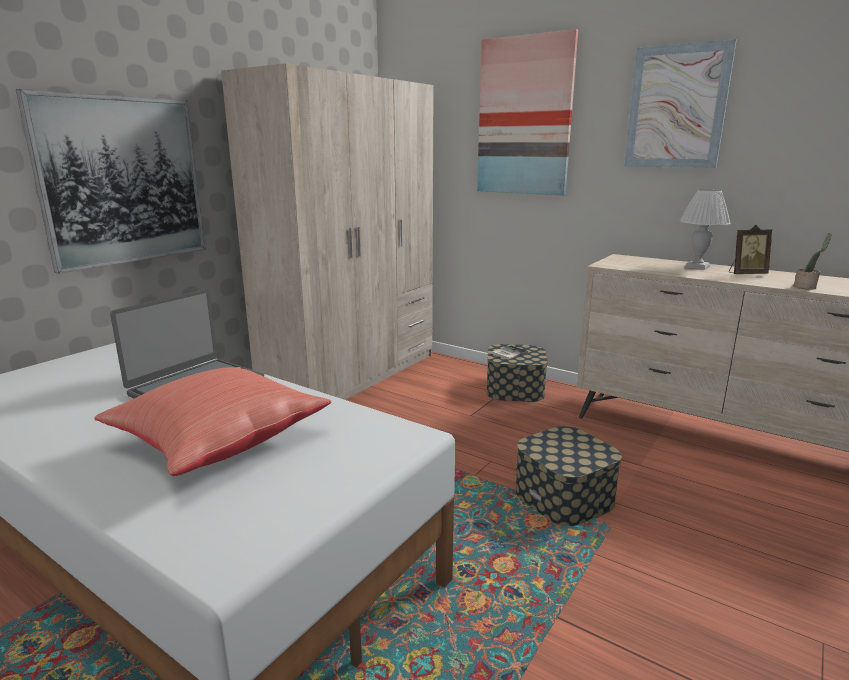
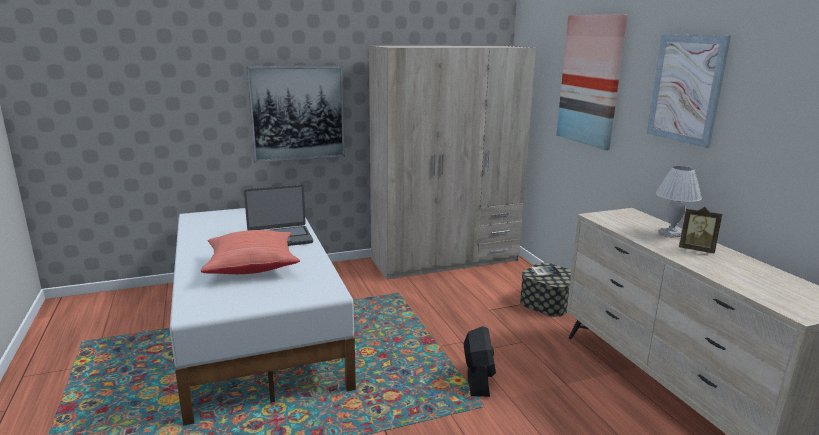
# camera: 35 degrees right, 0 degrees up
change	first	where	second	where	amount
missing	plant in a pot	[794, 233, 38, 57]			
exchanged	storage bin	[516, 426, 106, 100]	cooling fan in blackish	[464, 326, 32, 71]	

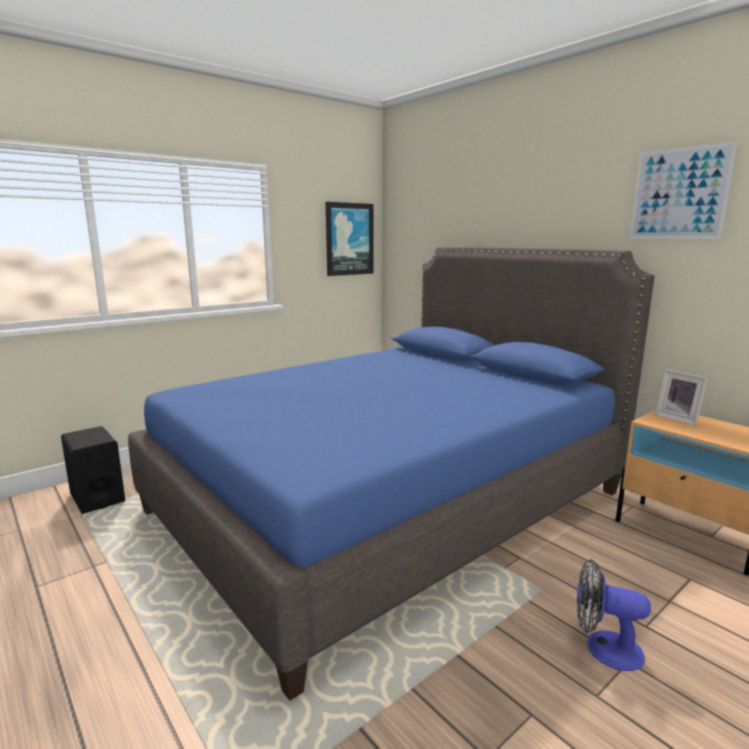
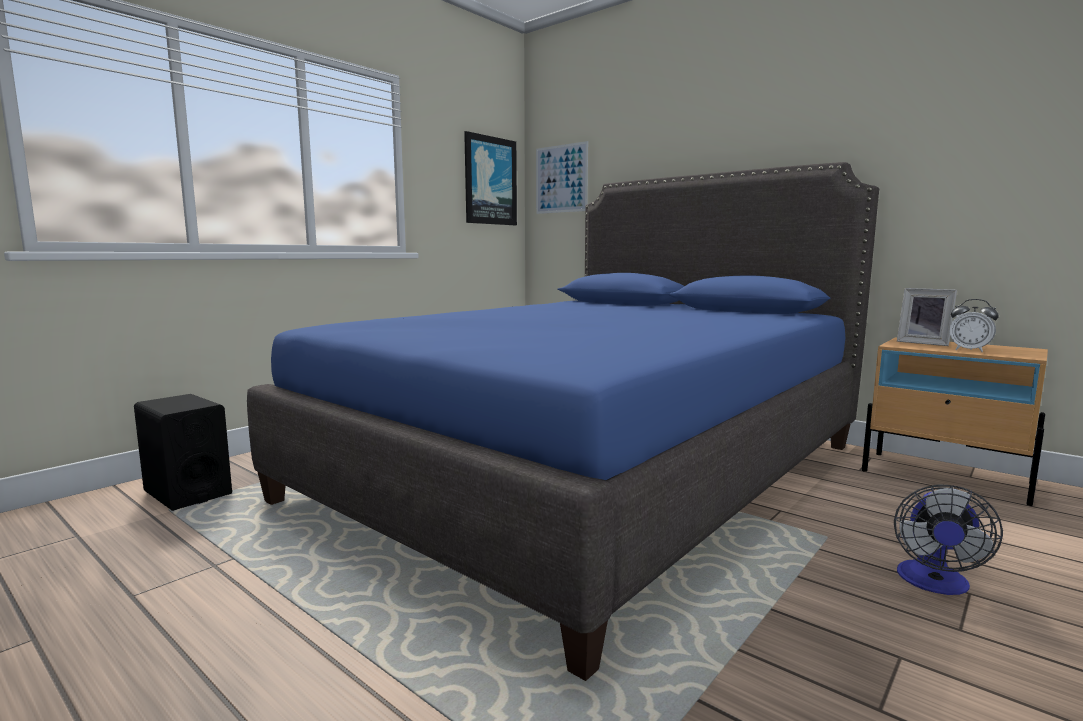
# camera: 10 degrees left, 5 degrees down
change	first	where	second	where	amount
relocated	wall art	[629, 141, 108, 98]		[536, 141, 52, 73]	
spun	cooling fan	[577, 559, 74, 112]		[894, 484, 109, 111]	75 degrees counterclockwise
appeared			bedside clock	[949, 299, 50, 53]	

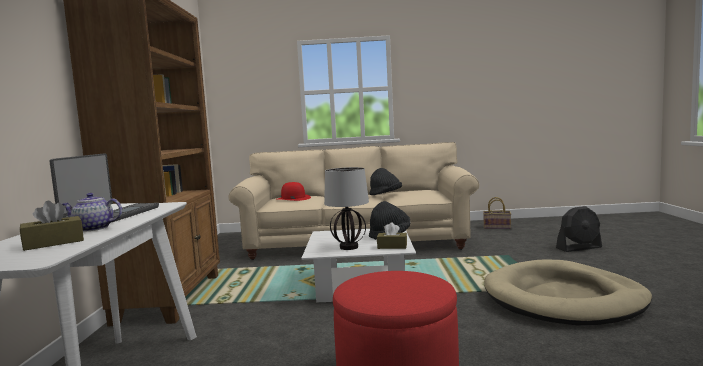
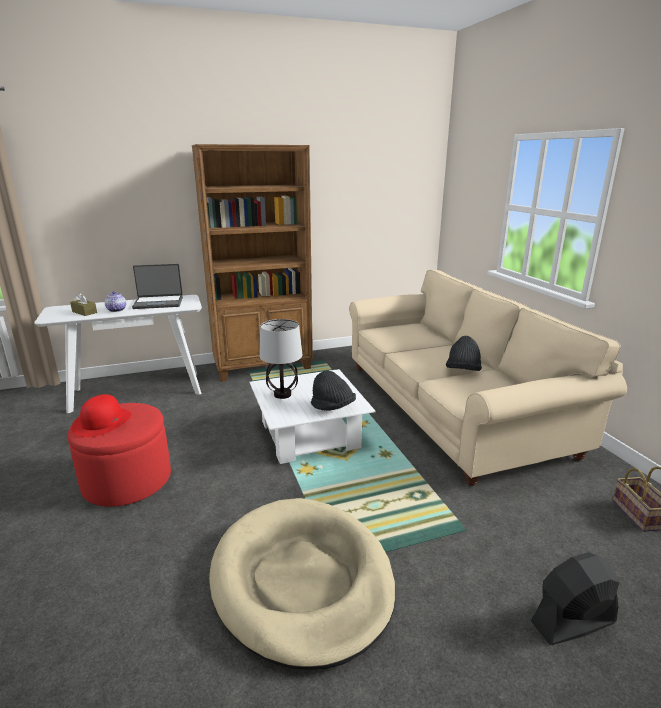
# camera: 70 degrees right, 15 degrees up
change	first	where	second	where	amount
relocated	hat in red	[278, 182, 33, 19]		[72, 394, 60, 43]	
spun	cooling fan in blackish	[556, 206, 46, 46]		[531, 552, 89, 93]	105 degrees clockwise
missing	box of tissues in brown-coloured	[377, 222, 30, 27]			

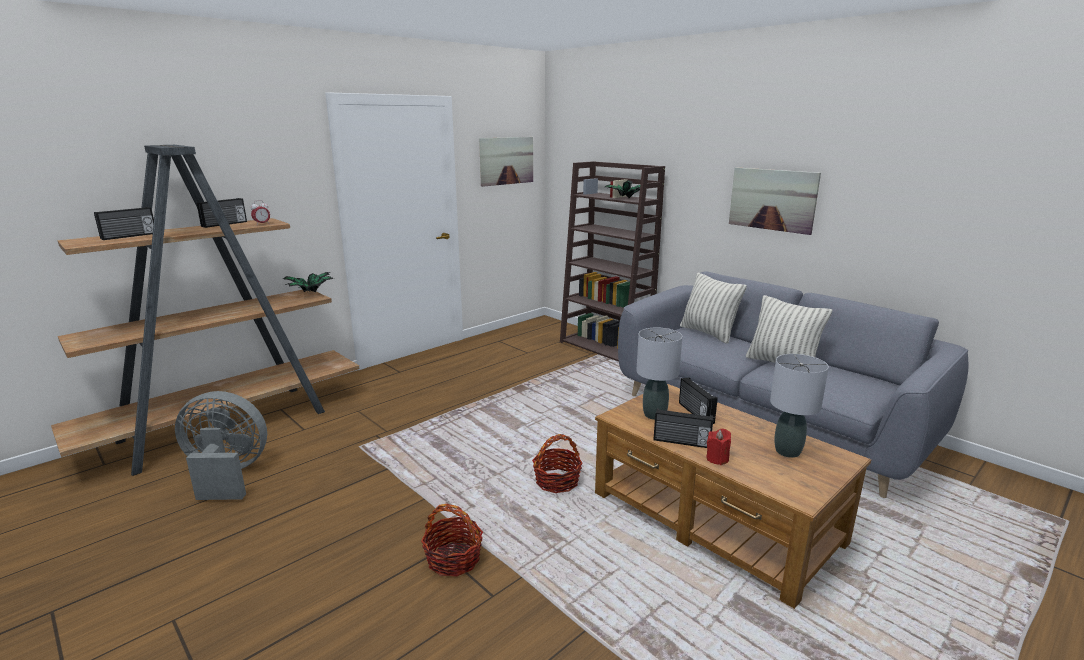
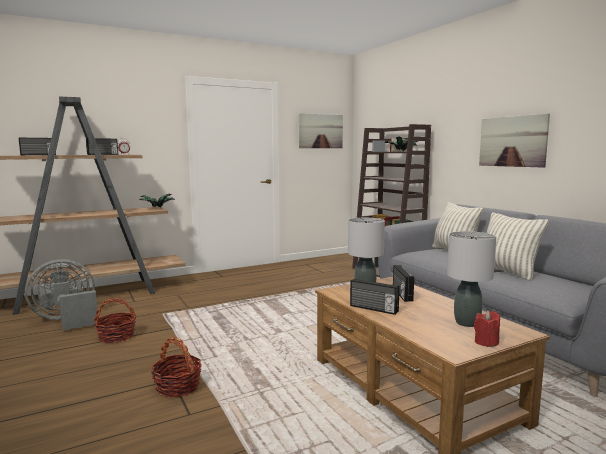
# camera: 15 degrees right, 10 degrees down
change	first	where	second	where	amount
spun	cooling fan in grey	[175, 391, 92, 109]		[25, 259, 72, 71]	45 degrees counterclockwise
relocated	wax candle in red	[706, 429, 25, 36]		[474, 311, 26, 36]	
relocated	basket	[532, 434, 51, 59]		[93, 298, 43, 45]	

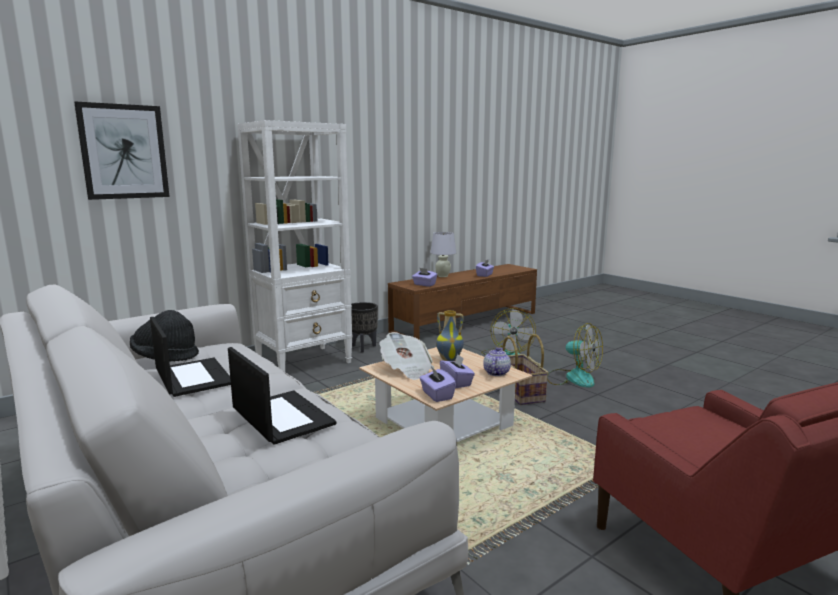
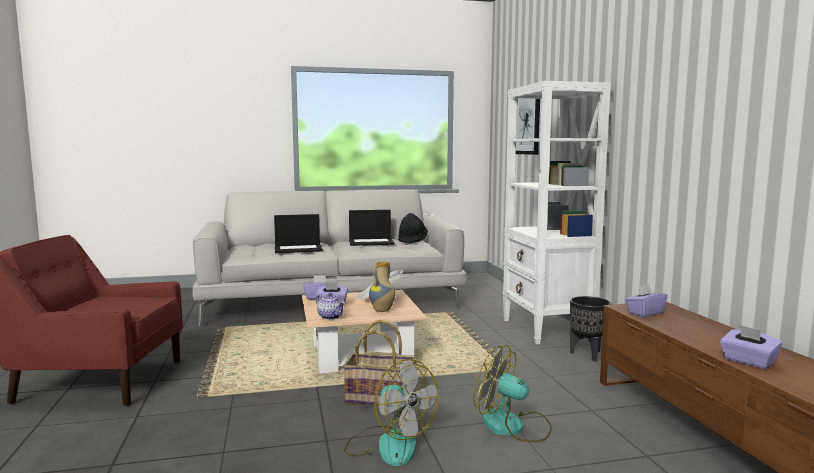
# camera: 115 degrees right, 5 degrees down
change	first	where	second	where	amount
missing	table lamp in whitish	[430, 232, 26, 45]			
spun	cooling fan	[547, 323, 56, 65]		[344, 359, 95, 107]	105 degrees counterclockwise

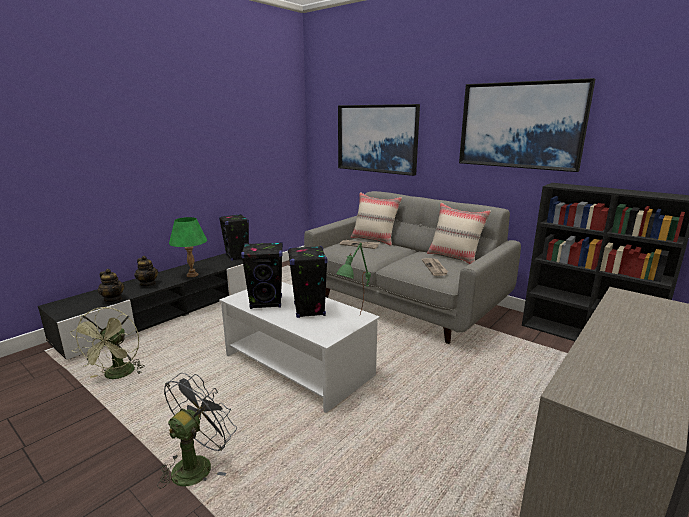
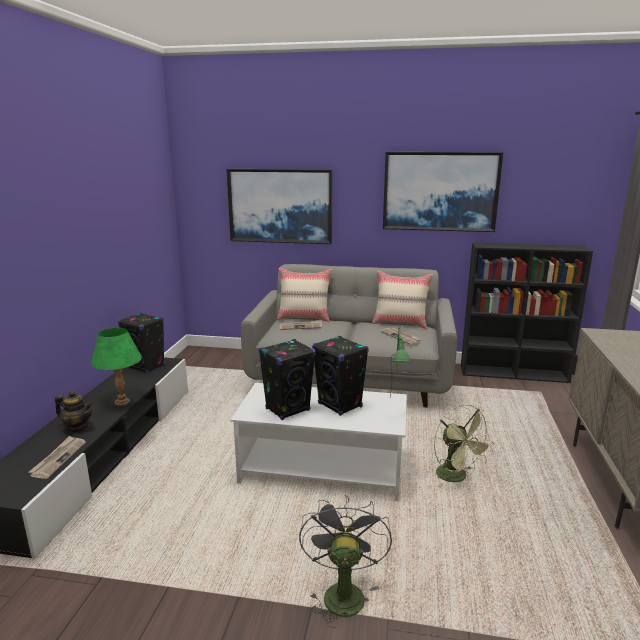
# camera: 30 degrees left, 0 degrees up
change	first	where	second	where	amount
exchanged	pot for tea	[98, 269, 26, 33]	daily paper	[28, 436, 58, 43]	
relocated	cooling fan in green	[70, 307, 75, 72]		[434, 404, 60, 84]	

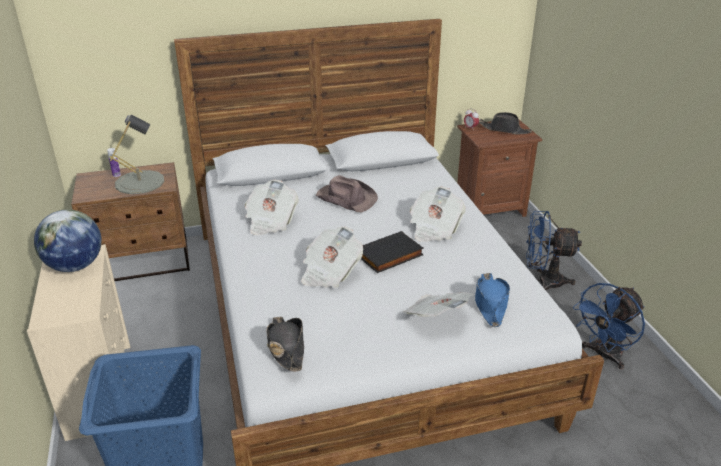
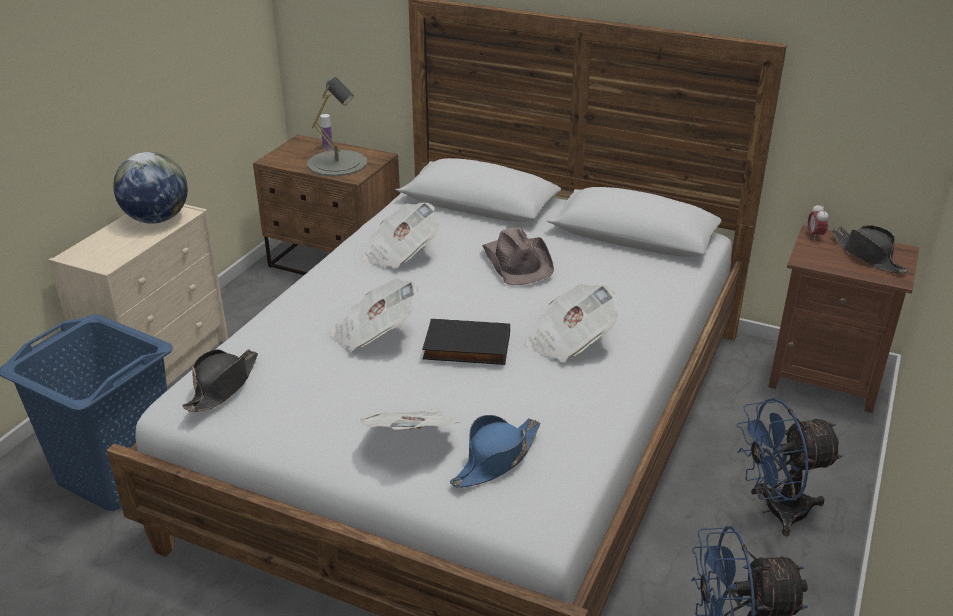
# camera: 40 degrees right, 0 degrees up
change	first	where	second	where	amount
spun	cooling fan in blue-coloured	[526, 211, 56, 79]		[736, 398, 107, 139]	60 degrees counterclockwise

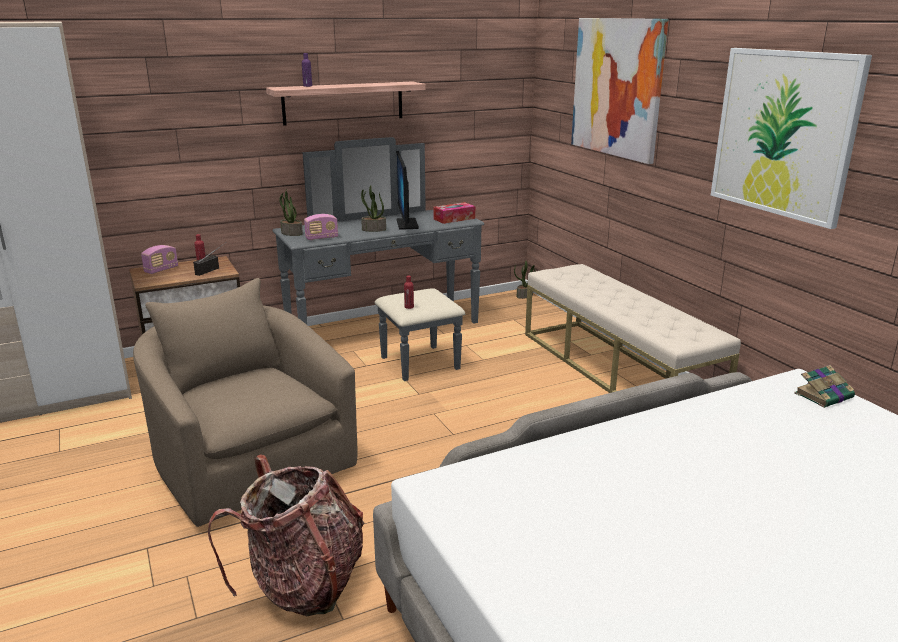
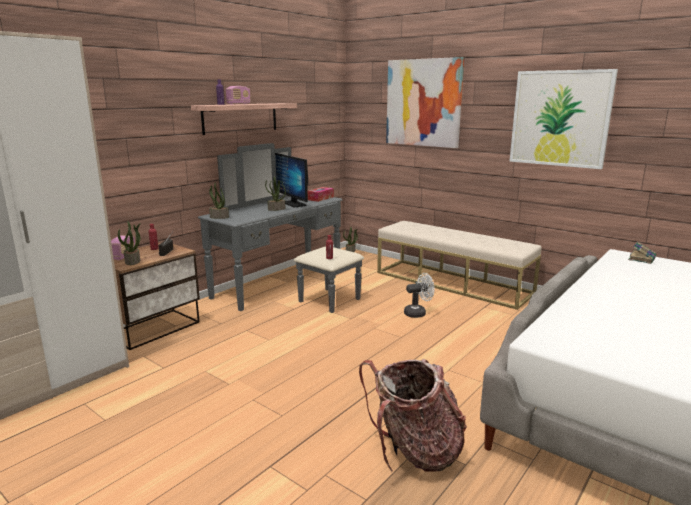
# camera: 25 degrees left, 5 degrees down
change	first	where	second	where	amount
relocated	radio	[304, 214, 34, 26]		[226, 86, 24, 19]	
missing	armchair in sand-coloured	[133, 278, 224, 249]			
appeared			plant in a pot	[118, 222, 22, 43]	
appeared			cooling fan in whitish	[404, 273, 30, 45]	

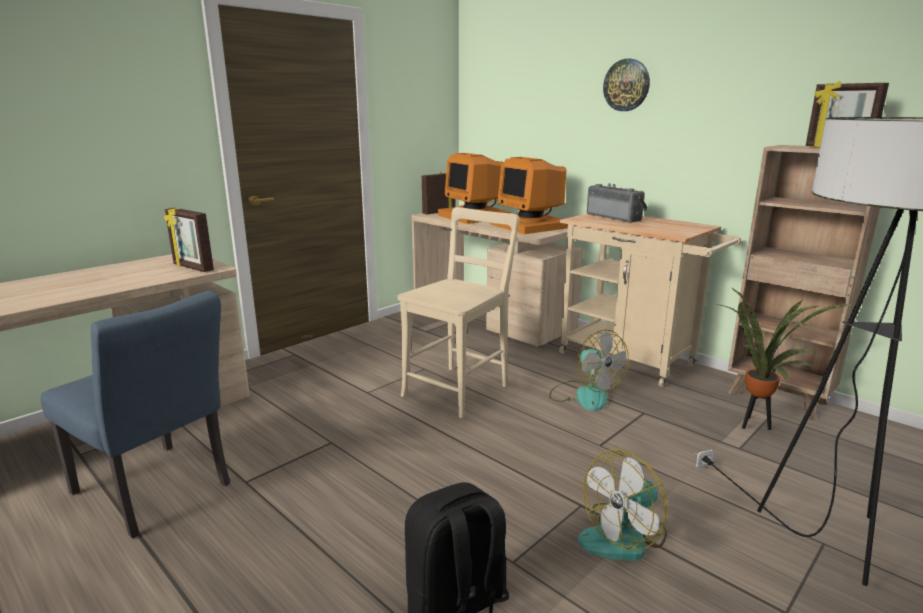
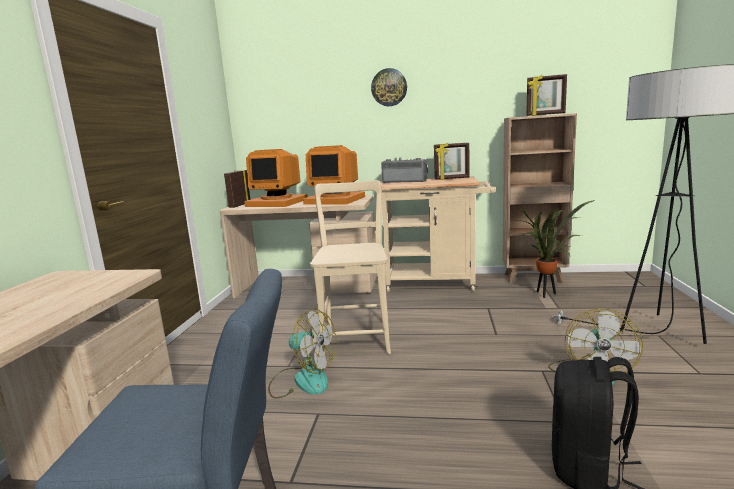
# camera: 35 degrees left, 5 degrees down
change	first	where	second	where	amount
relocated	photo frame	[164, 208, 50, 64]		[434, 143, 36, 37]	
relocated	cooling fan	[549, 329, 80, 82]		[268, 308, 68, 91]	

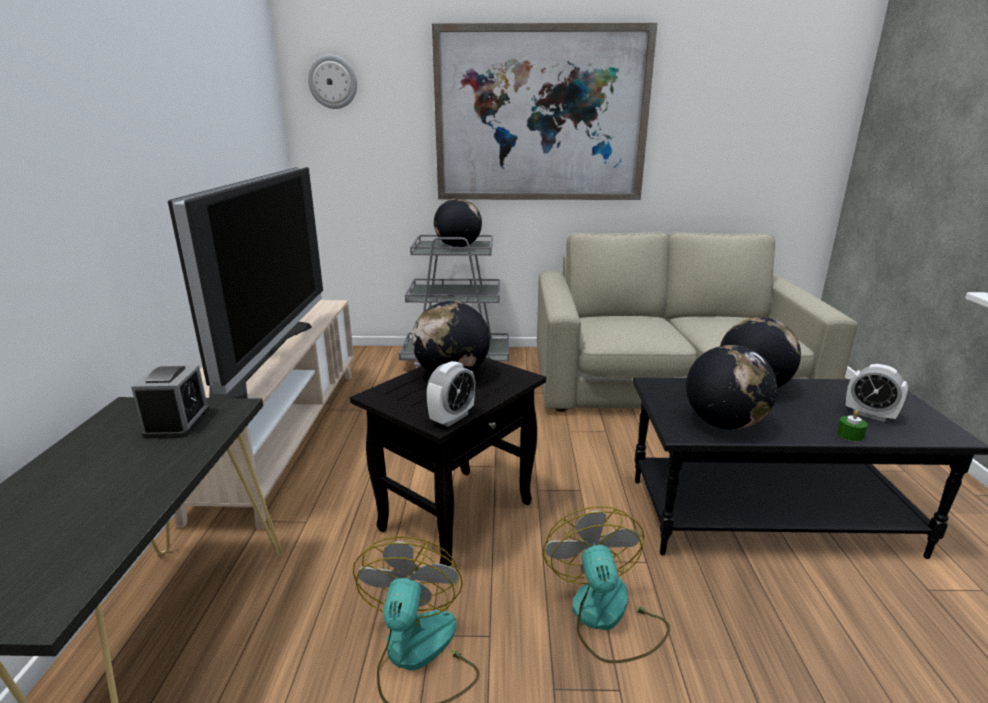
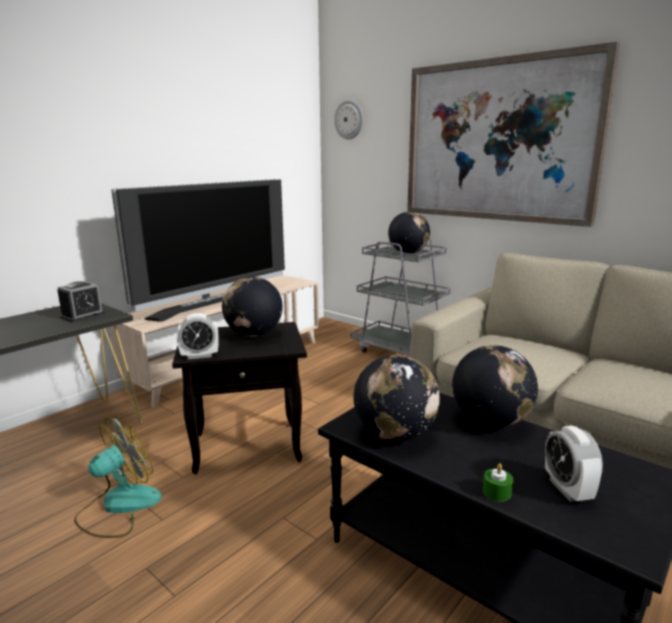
# camera: 40 degrees right, 5 degrees down
change	first	where	second	where	amount
missing	cooling fan	[543, 506, 127, 157]			

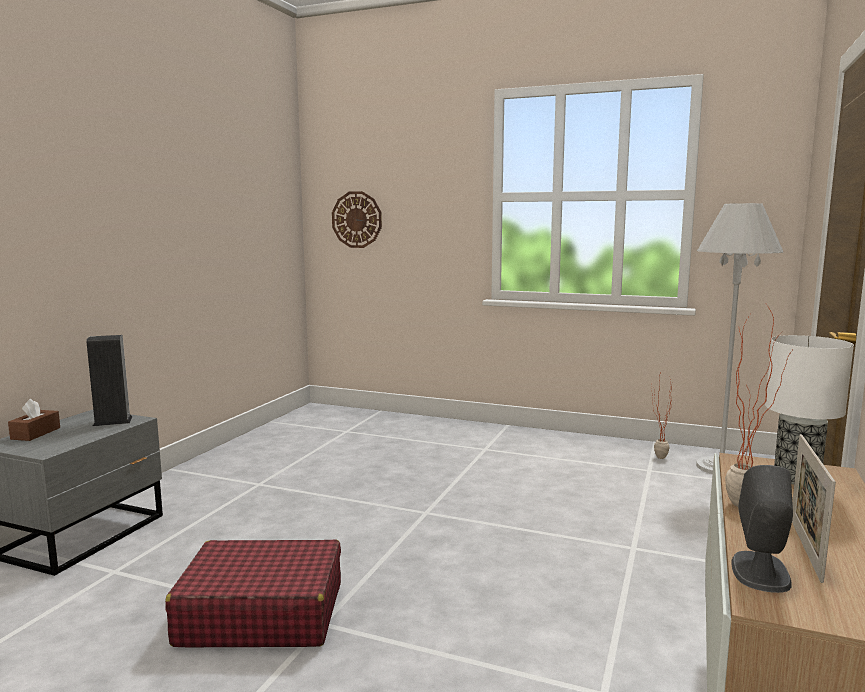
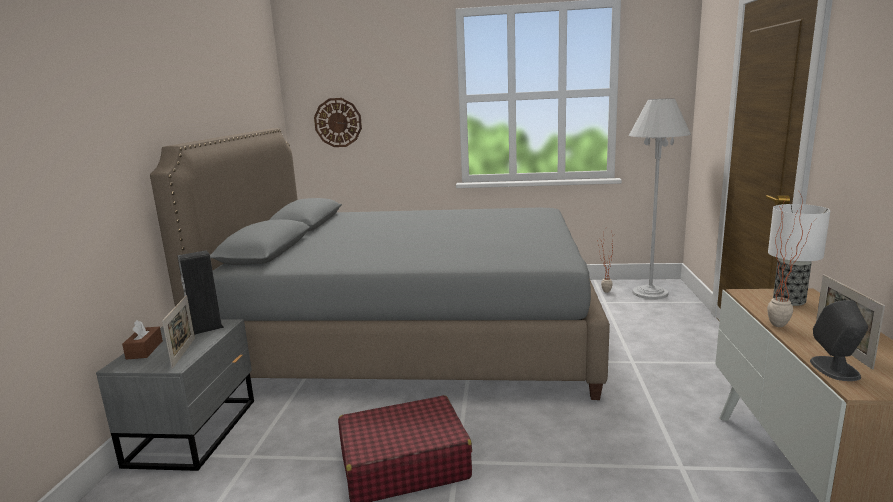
# camera: 15 degrees left, 5 degrees up
change	first	where	second	where	amount
appeared			bedroom bed in grey	[150, 128, 460, 272]	
appeared			photo frame	[162, 295, 33, 74]	

